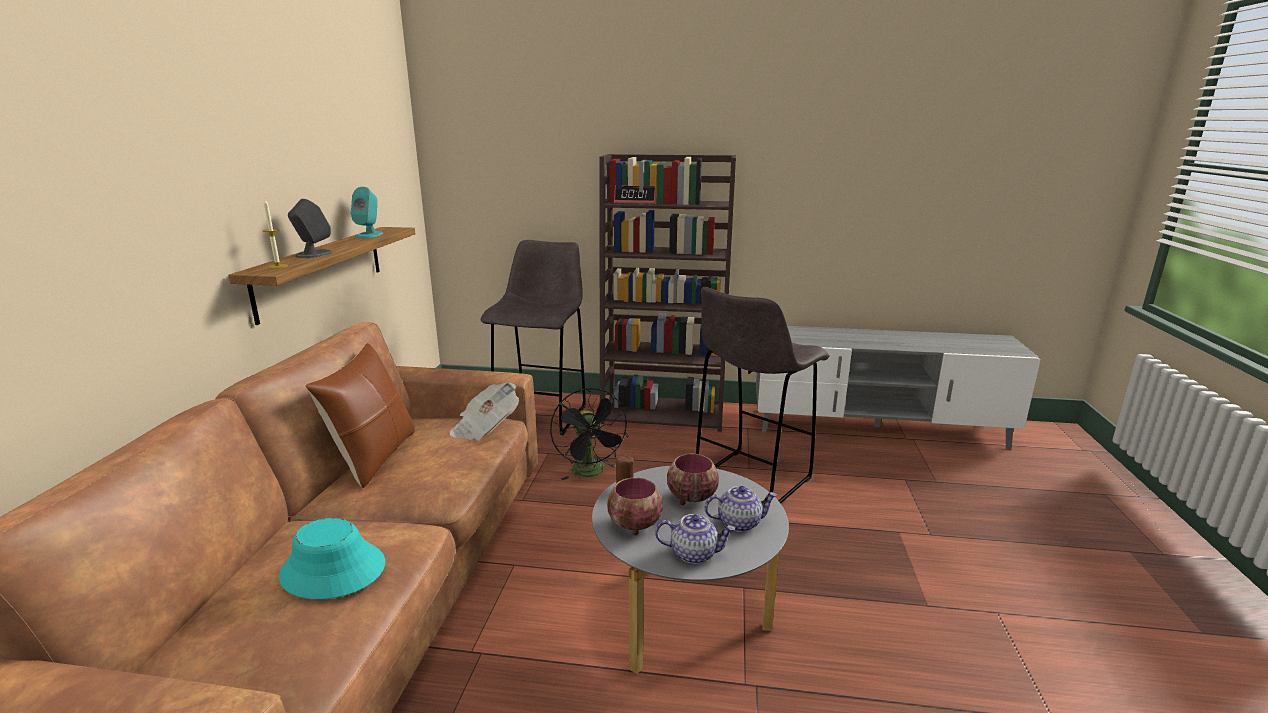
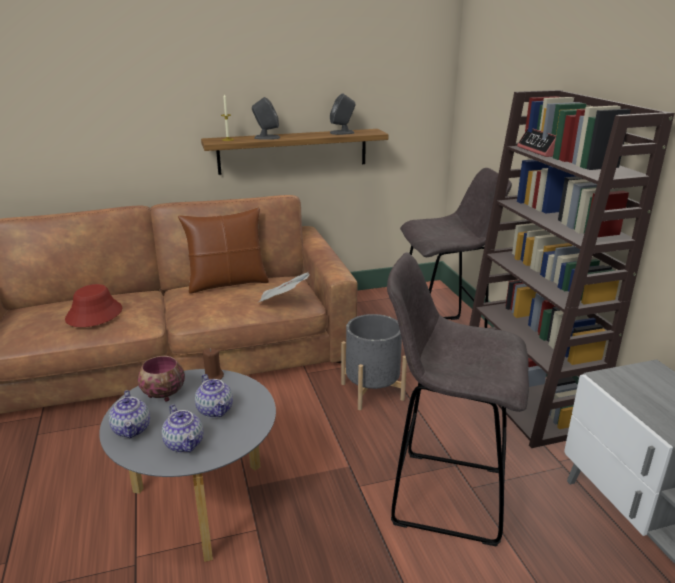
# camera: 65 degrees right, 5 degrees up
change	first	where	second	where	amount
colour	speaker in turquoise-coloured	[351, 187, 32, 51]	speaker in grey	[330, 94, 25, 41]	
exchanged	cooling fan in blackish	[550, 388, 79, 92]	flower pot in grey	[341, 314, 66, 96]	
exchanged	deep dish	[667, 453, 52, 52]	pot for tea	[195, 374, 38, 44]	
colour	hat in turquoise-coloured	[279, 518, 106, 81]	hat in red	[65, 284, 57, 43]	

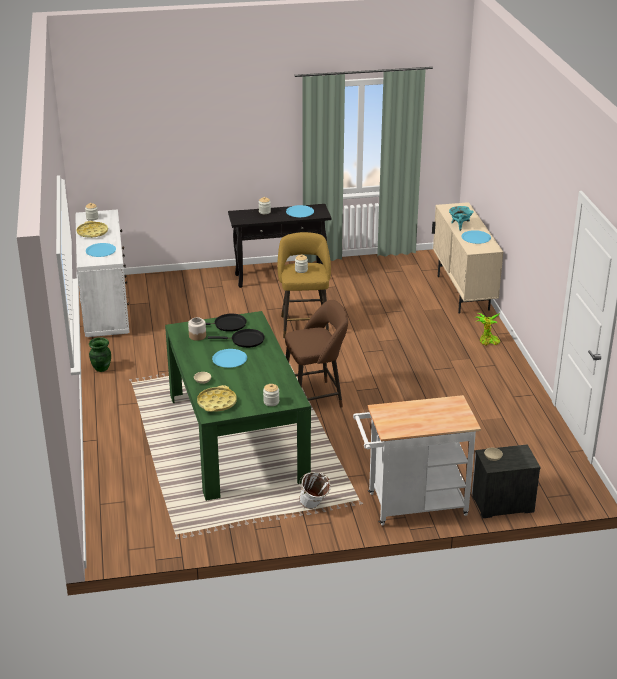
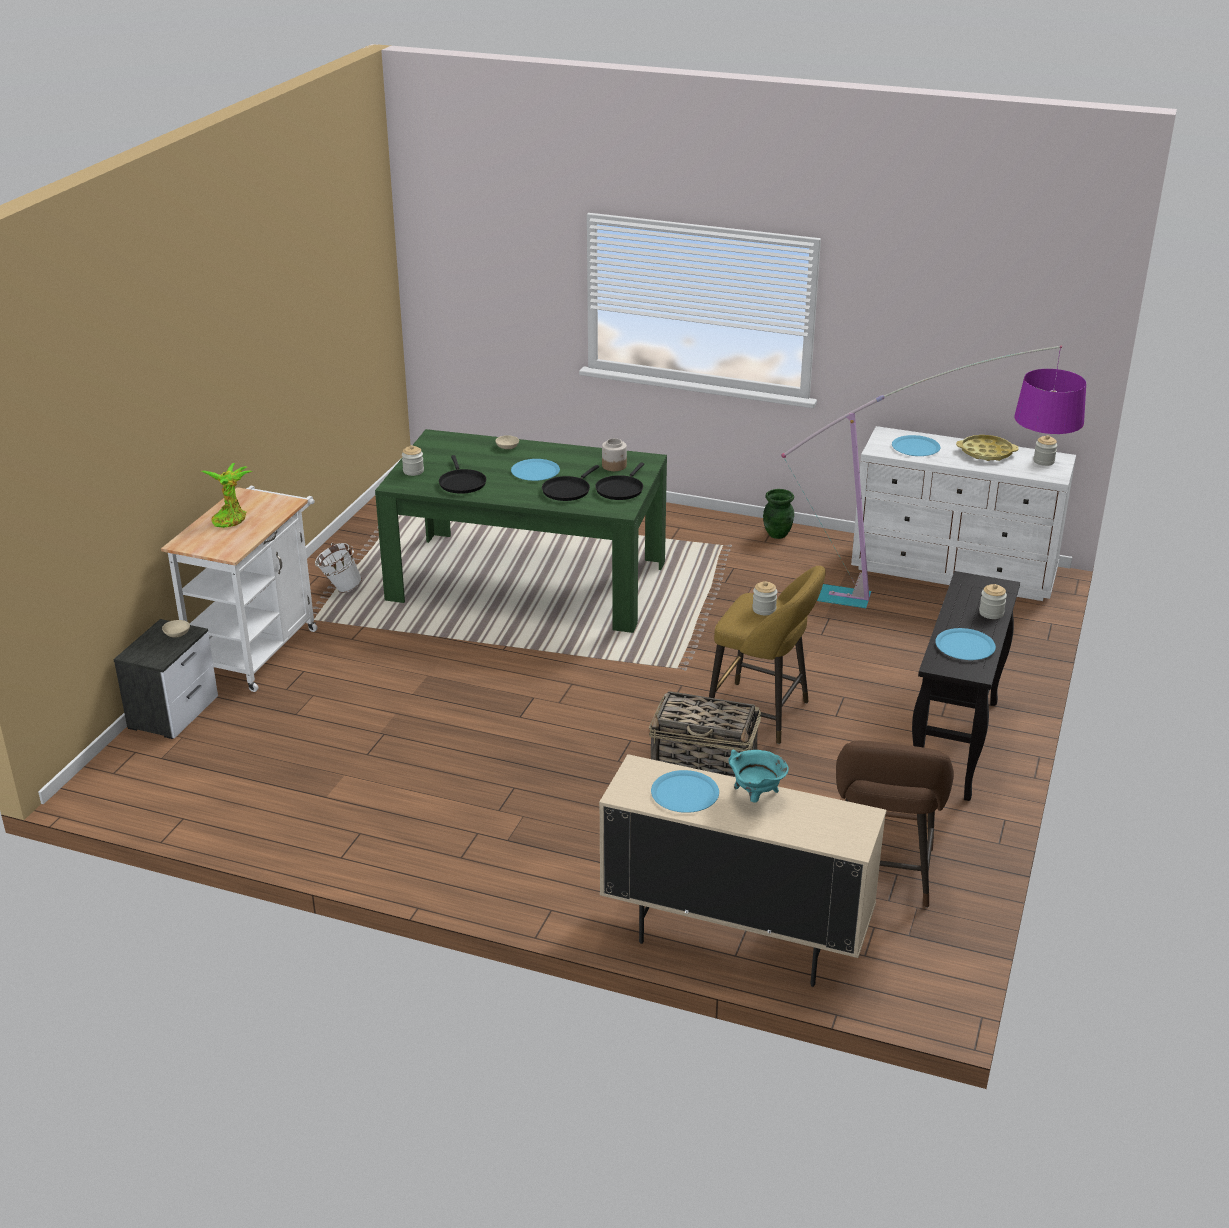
# camera: 120 degrees right, 0 degrees up
change	first	where	second	where	amount
relocated	stool in brown-coloured	[285, 300, 63, 108]		[836, 741, 118, 167]	
relocated	plant in a pot	[475, 313, 26, 33]		[201, 463, 52, 65]	
missing	tray in yellow-coloured	[197, 385, 40, 27]			
appeared			standing lamp	[781, 346, 305, 262]	
appeared			skillet in blackish	[439, 455, 47, 39]	
appeared			basket	[649, 691, 112, 86]	

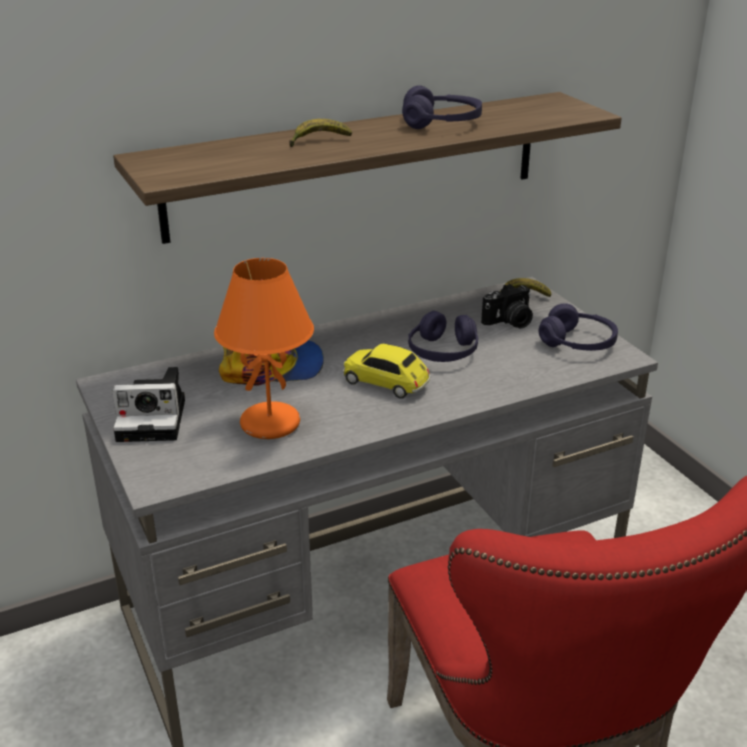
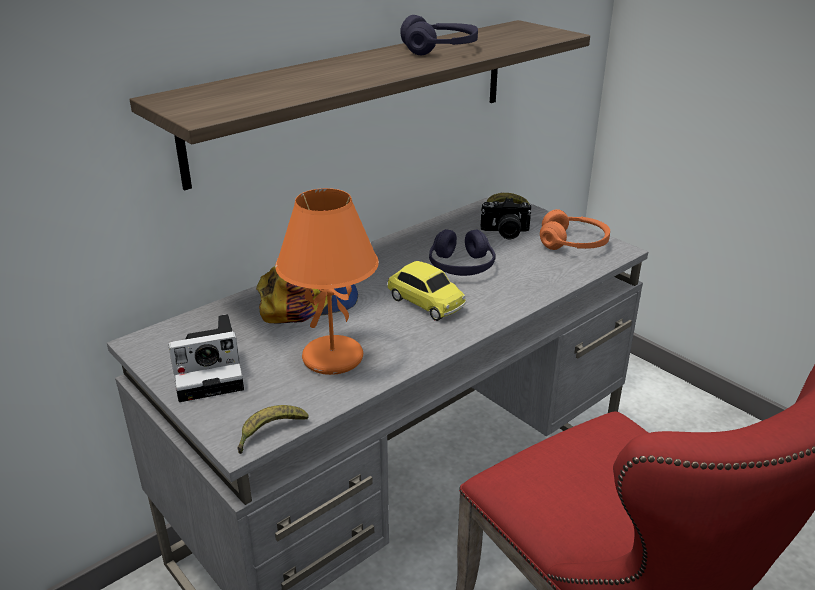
# camera: 15 degrees left, 0 degrees up
change	first	where	second	where	amount
relocated	banana	[289, 119, 63, 28]		[238, 405, 71, 49]	
spun	still camera	[481, 284, 52, 45]		[481, 198, 51, 42]	45 degrees clockwise
colour	headphones in purplish	[539, 303, 79, 48]	headphones in orange	[540, 209, 70, 41]	
spun	miniature car	[343, 344, 87, 55]		[387, 261, 79, 60]	150 degrees counterclockwise

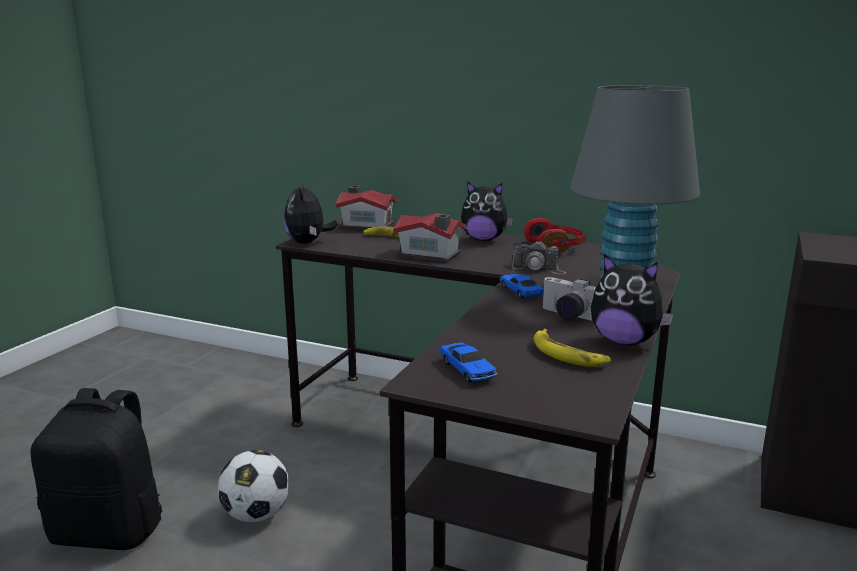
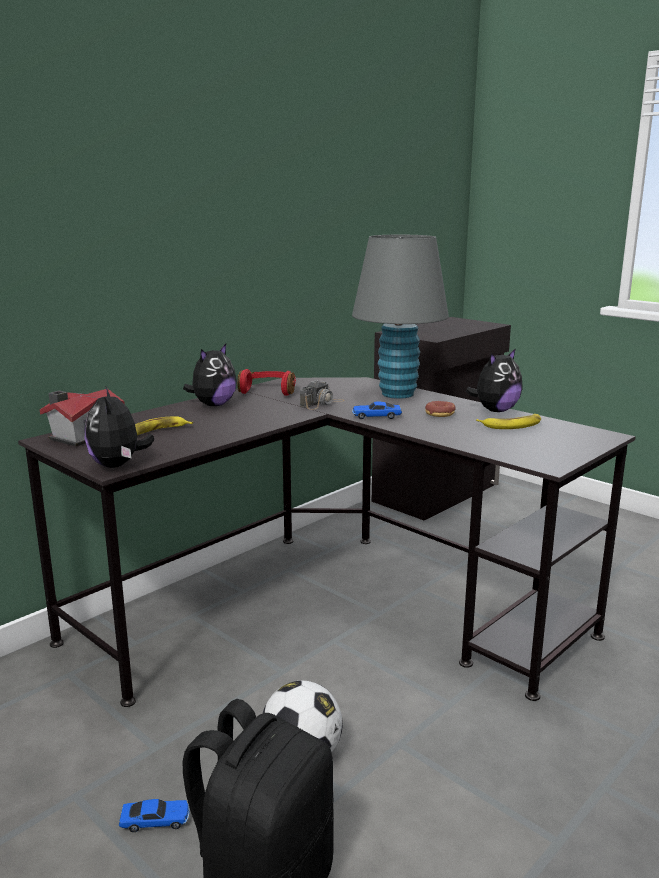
# camera: 70 degrees left, 0 degrees up
change	first	where	second	where	amount
spun	cuddly toy	[284, 181, 53, 63]		[85, 386, 69, 82]	60 degrees clockwise
missing	miniature house	[393, 213, 73, 49]			
exchanged	still camera	[542, 277, 54, 44]	ring doughnut	[425, 401, 31, 16]	
relocated	miniature car	[440, 342, 57, 41]		[119, 799, 71, 33]	

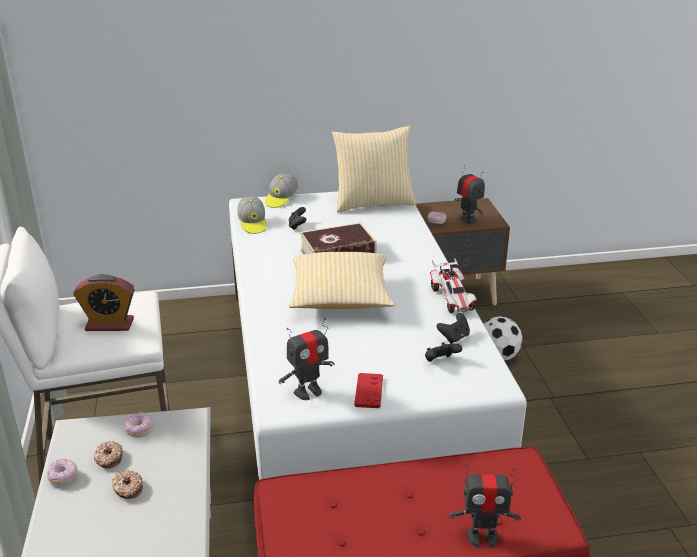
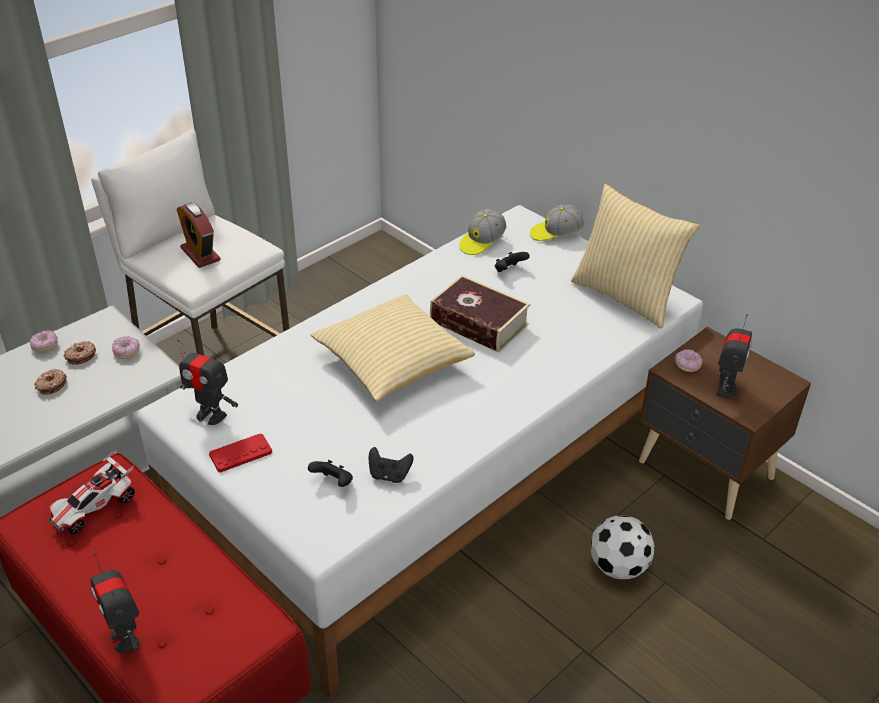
# camera: 55 degrees right, 10 degrees up
change	first	where	second	where	amount
relocated	miniature car	[430, 257, 47, 56]		[47, 450, 88, 84]	

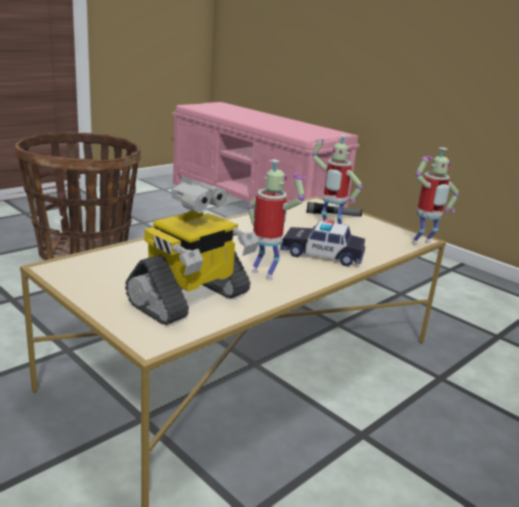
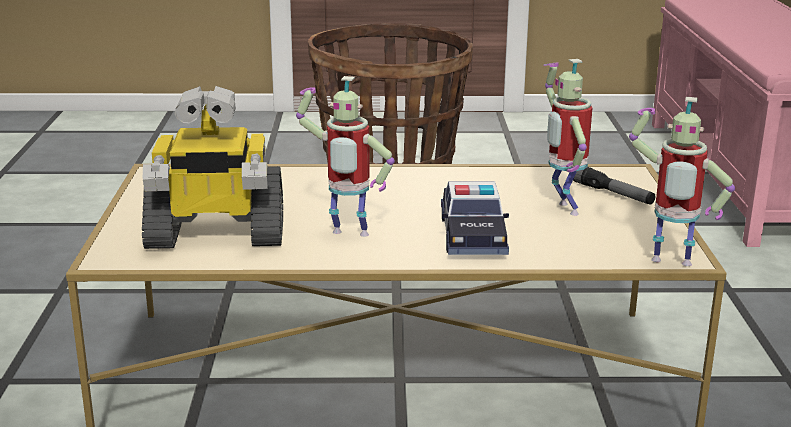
# camera: 45 degrees right, 0 degrees up
change	first	where	second	where	amount
spun	toy robot	[248, 159, 58, 121]		[296, 76, 99, 161]	105 degrees clockwise
spun	miniature car	[280, 220, 86, 46]		[441, 181, 68, 74]	150 degrees counterclockwise

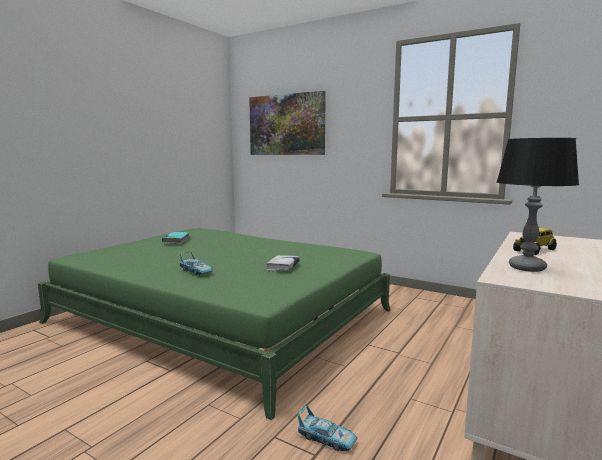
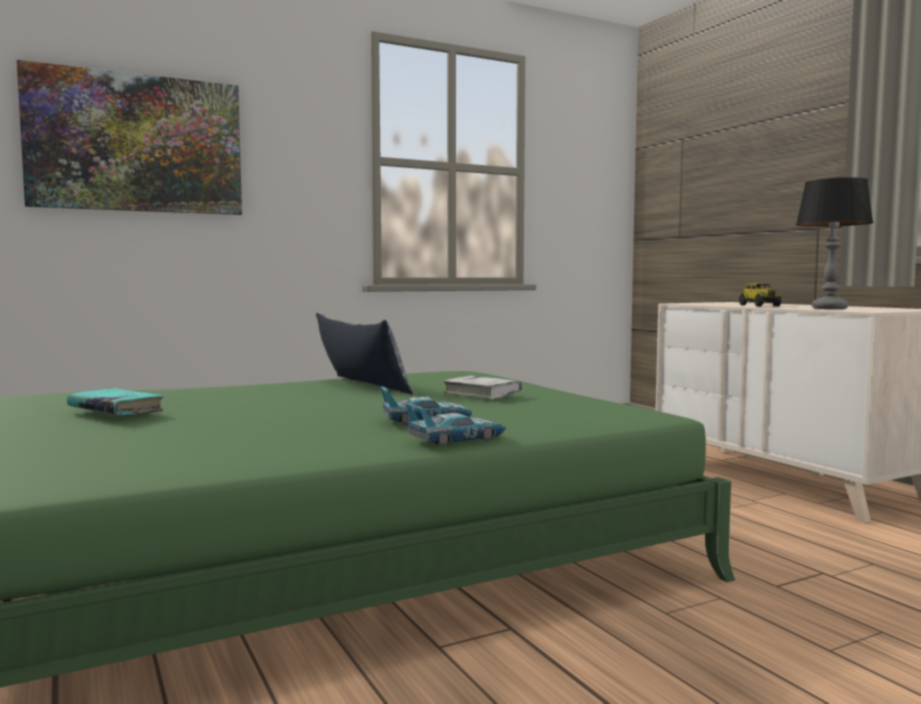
# camera: 60 degrees left, 5 degrees down
change	first	where	second	where	amount
relocated	miniature car	[297, 405, 61, 46]		[406, 404, 100, 42]	
appeared			pillow	[316, 312, 98, 82]	

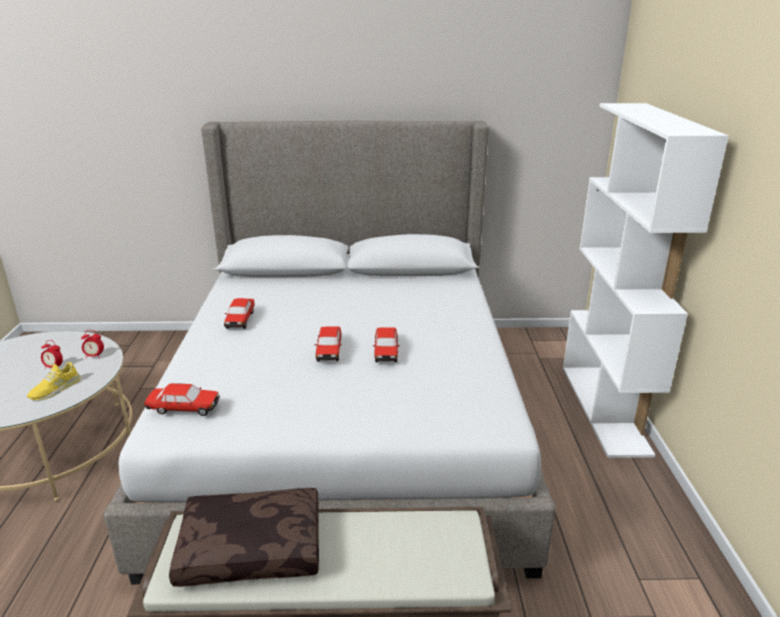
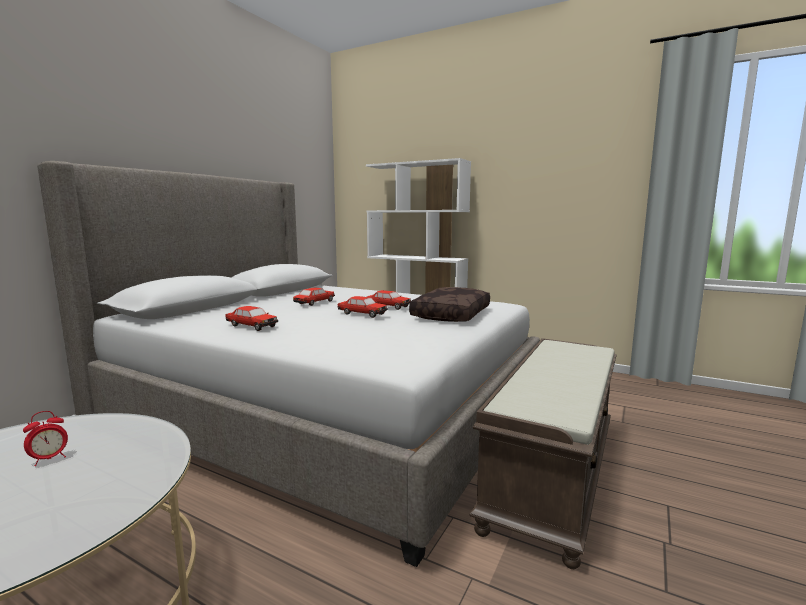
# camera: 60 degrees left, 15 degrees down
change	first	where	second	where	amount
missing	bedside clock	[81, 330, 23, 29]			
missing	low shoe in yellow-coloured	[27, 362, 54, 38]			
relocated	miniature car	[144, 383, 76, 33]		[293, 288, 42, 18]	
relocated	pillow in brown-coloured	[169, 488, 150, 99]		[409, 287, 81, 35]	

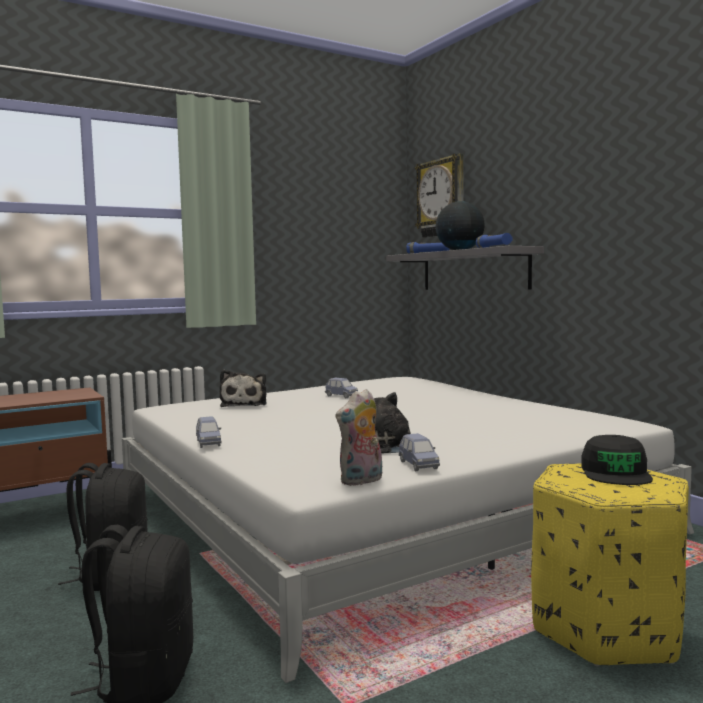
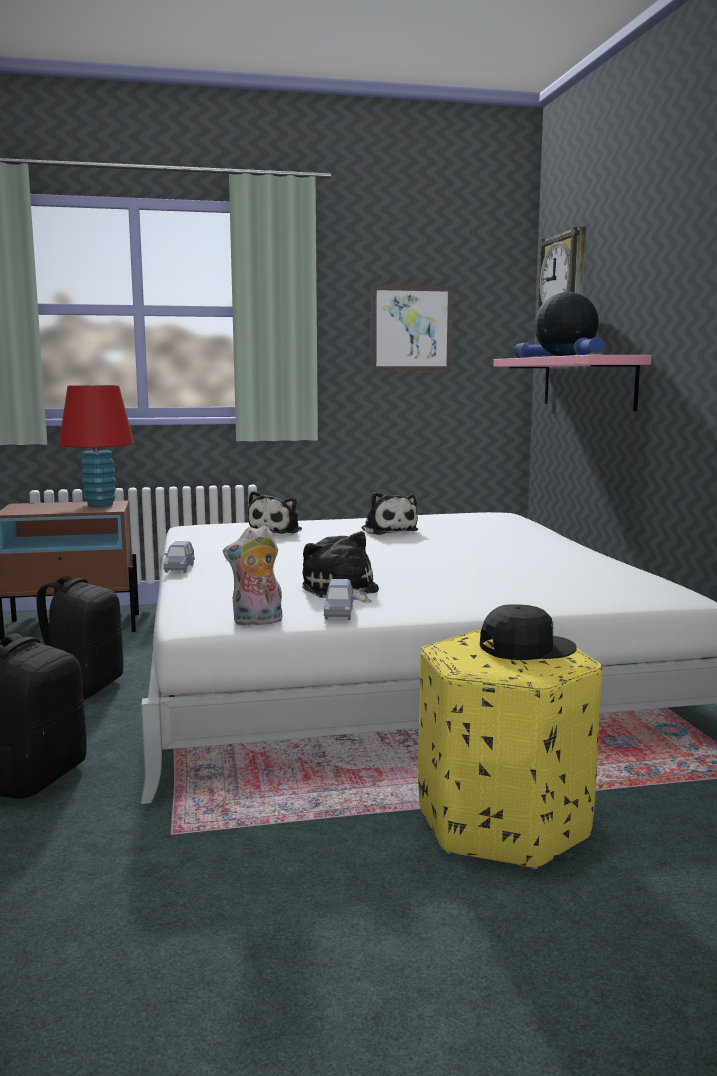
# camera: 20 degrees right, 5 degrees up
change	first	where	second	where	amount
colour	shelf in grey	[386, 246, 158, 44]	shelf in pink-coloured	[494, 355, 157, 56]	
exchanged	miniature car in blue-coloured	[325, 378, 33, 20]	cuddly toy	[361, 492, 57, 43]	
spun	cap in blackish	[581, 435, 72, 50]		[480, 604, 97, 56]	135 degrees counterclockwise
appeared			wall art	[371, 284, 82, 87]	
appeared			table lamp in red	[59, 385, 75, 122]	

